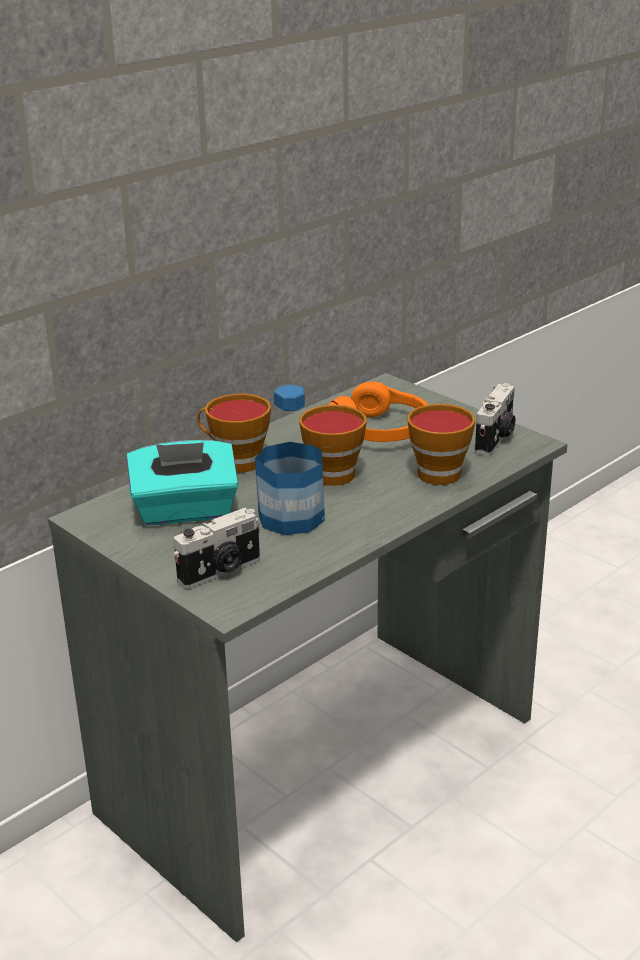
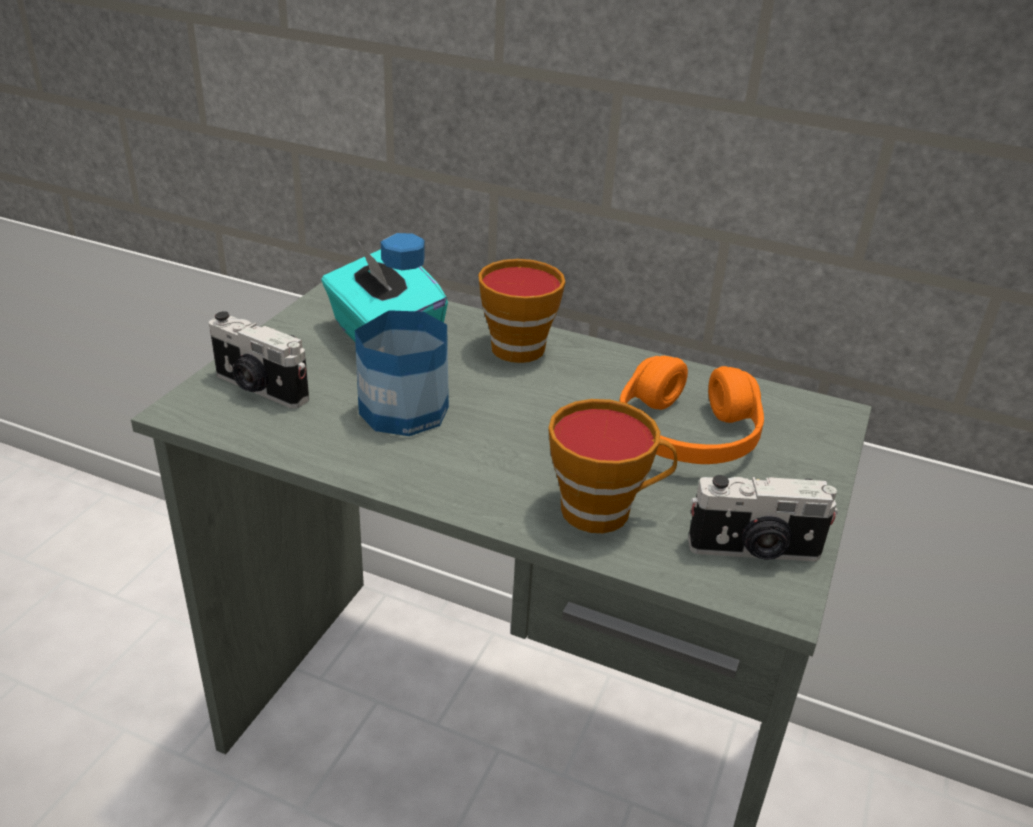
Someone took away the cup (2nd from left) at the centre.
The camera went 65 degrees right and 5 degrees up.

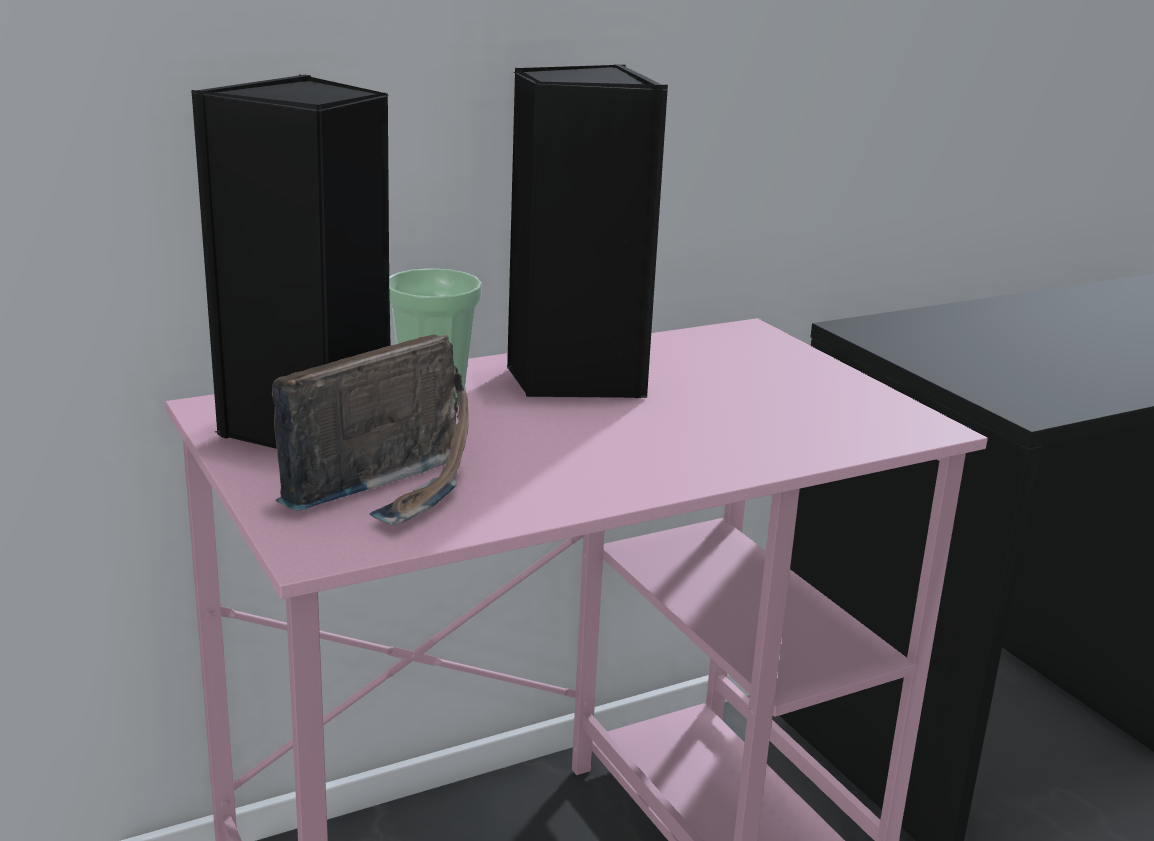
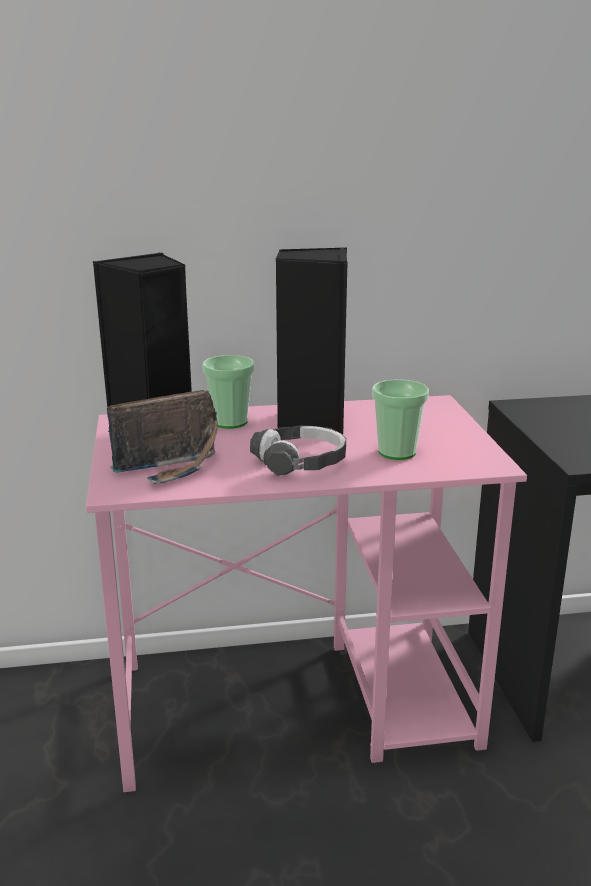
Someone put down the cup (2nd from left) at the middle right.
Someone put down the headphones at the centre.
The camera went 20 degrees right and 0 degrees up.

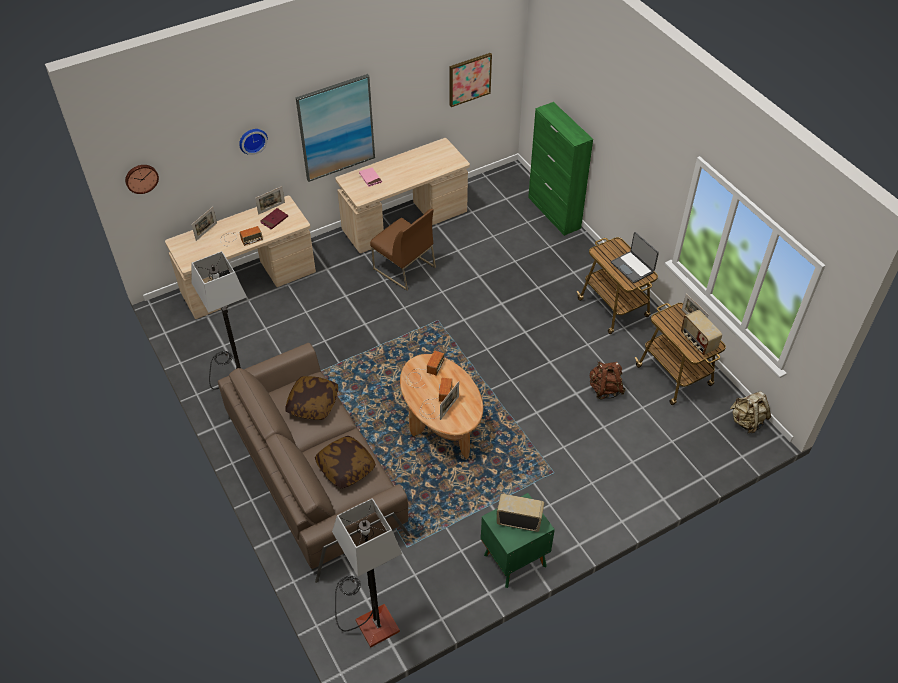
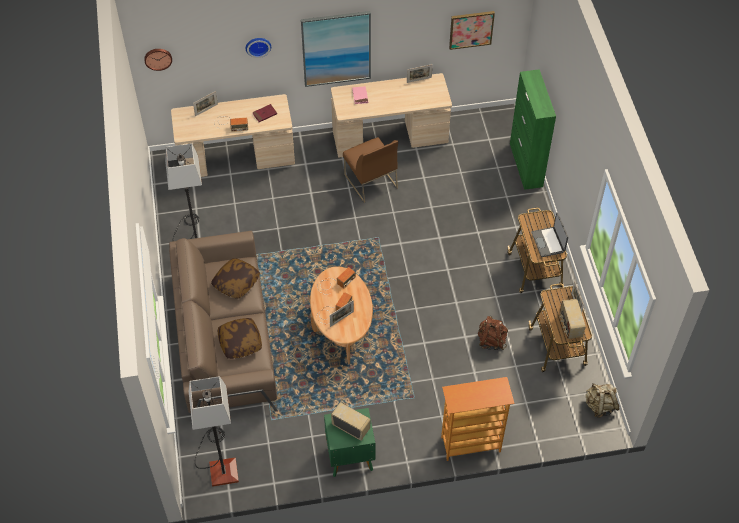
Someone carried the standing frame (2nd from left in the first image) from the top left to the top centre.
Someone put down the bookcase at the bottom centre.
The camera went 20 degrees right and 5 degrees up.

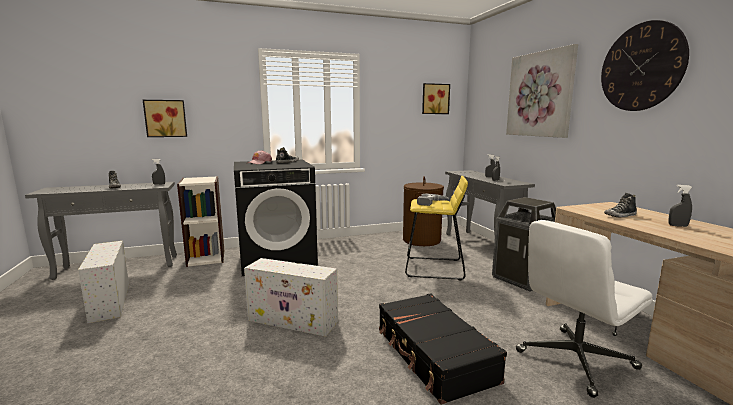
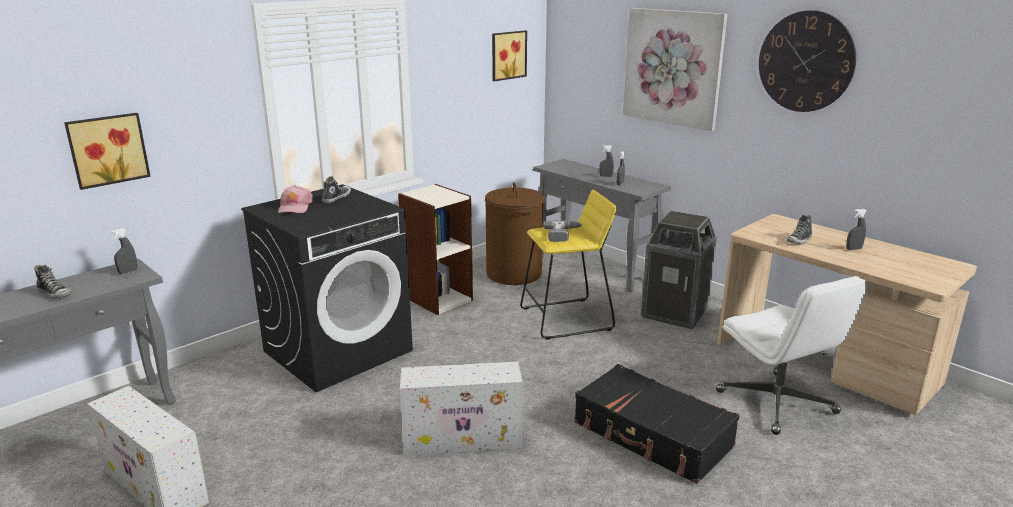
Someone carried the bookcase from the middle left to the centre.
Someone rotated the white computer chair at the bottom right by 60 degrees counterclockwise.
The camera went 25 degrees left and 10 degrees up.

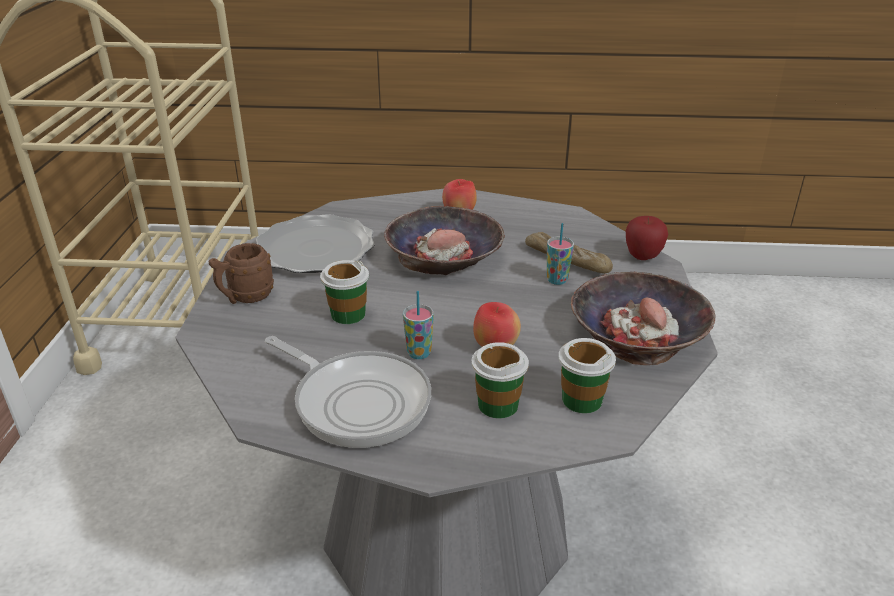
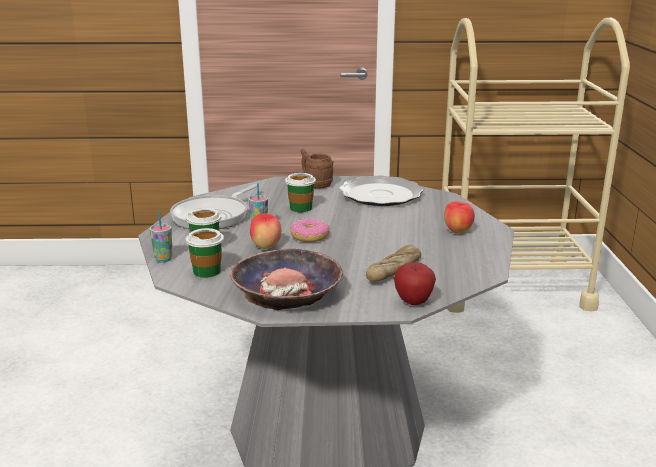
Someone took away the deep dish (1st from left) at the centre.
Someone carried the cup (4th from left in the first image) from the centre to the middle left.
Someone put down the ring doughnut at the centre.
The camera went 85 degrees right and 10 degrees down.

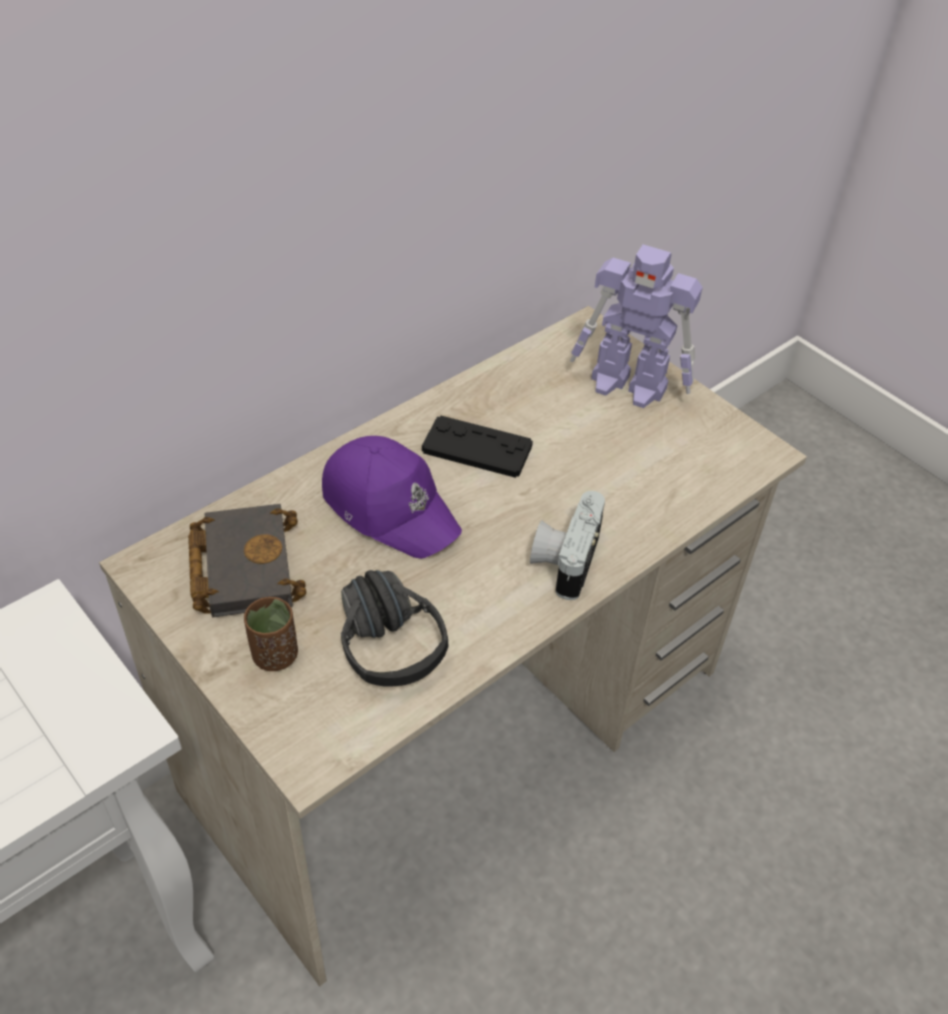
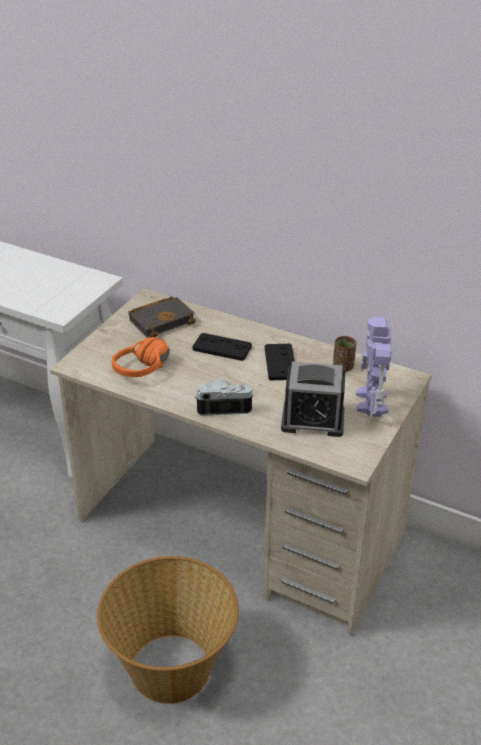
Someone swapped the purplish peaked cap at the centre for the black-coloured gamepad (1st from left) at the centre.
Someone repainted the black-coloured headphones at the centre, which became the orangey headphones at the middle left.
Someone carried the brownish cup from the middle left to the middle right.
Someone put down the bedside clock at the centre.
Someone put down the household basket at the bottom centre.
The camera went 70 degrees right and 10 degrees down.

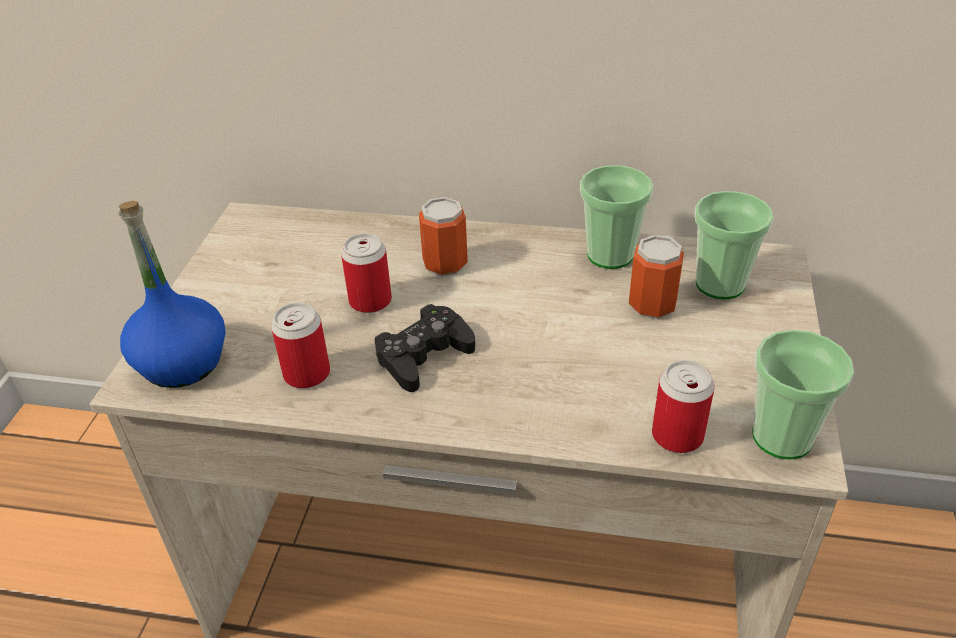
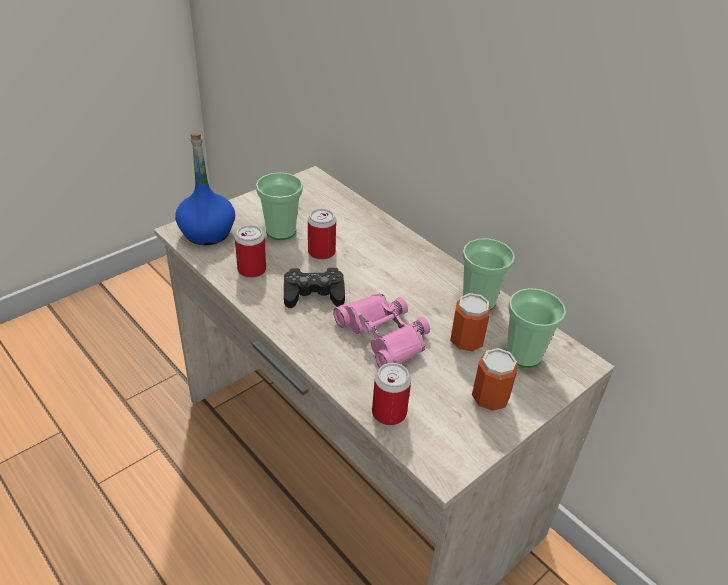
Someone carried the metal can (3rd from left in the first image) from the centre to the middle right.
Someone carried the cup (3rd from left in the first image) from the middle right to the centre.
Someone put down the pink binoculars at the centre.
The camera went 35 degrees right and 0 degrees up.

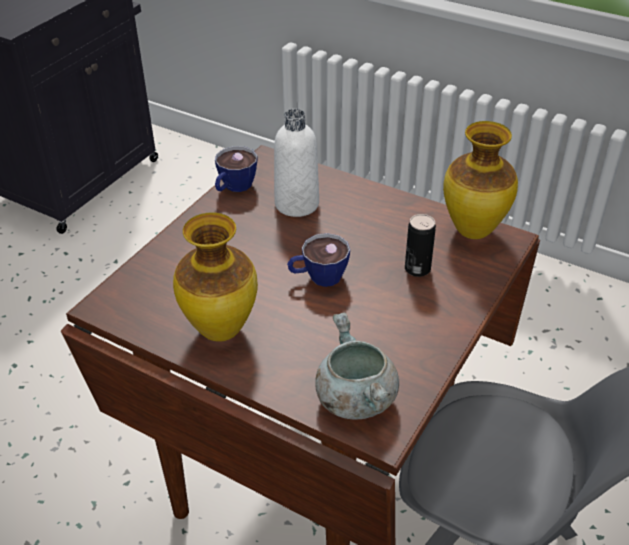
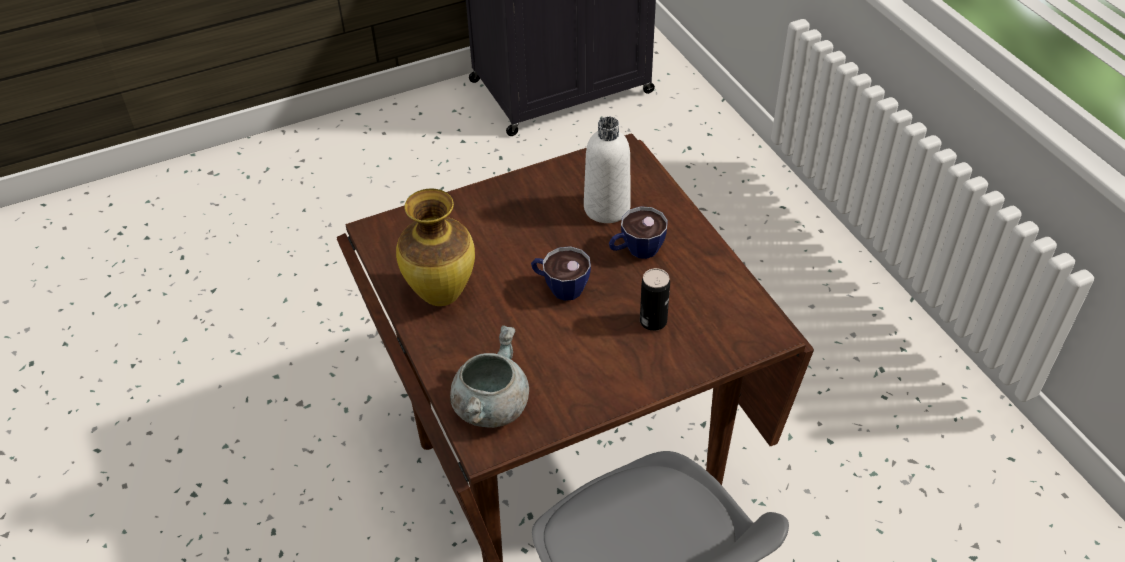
Someone took away the decorative vase (2nd from left) at the top right.
Someone carried the cup (1st from left in the first image) from the top centre to the centre.
The camera went 35 degrees right and 5 degrees up.

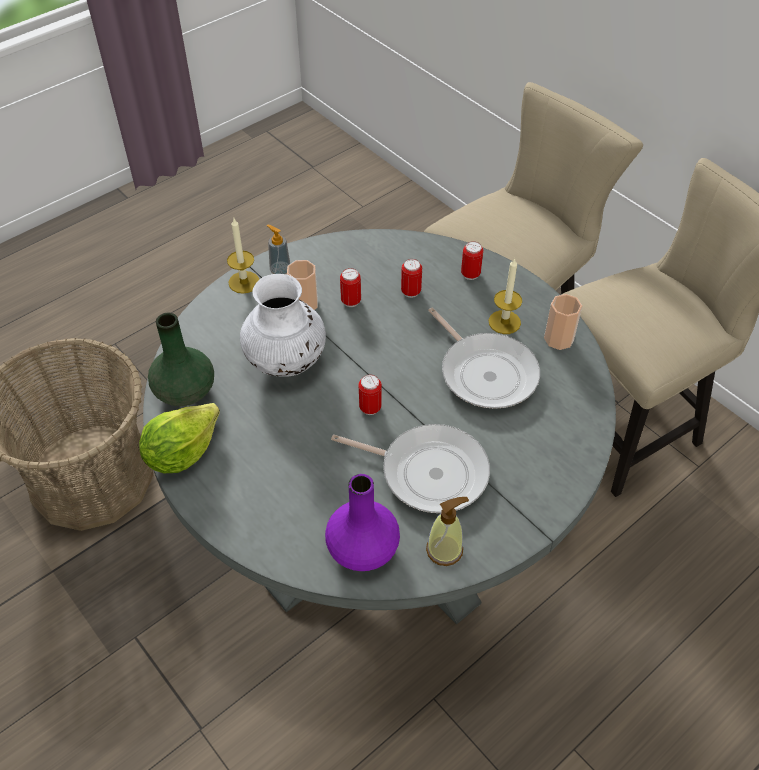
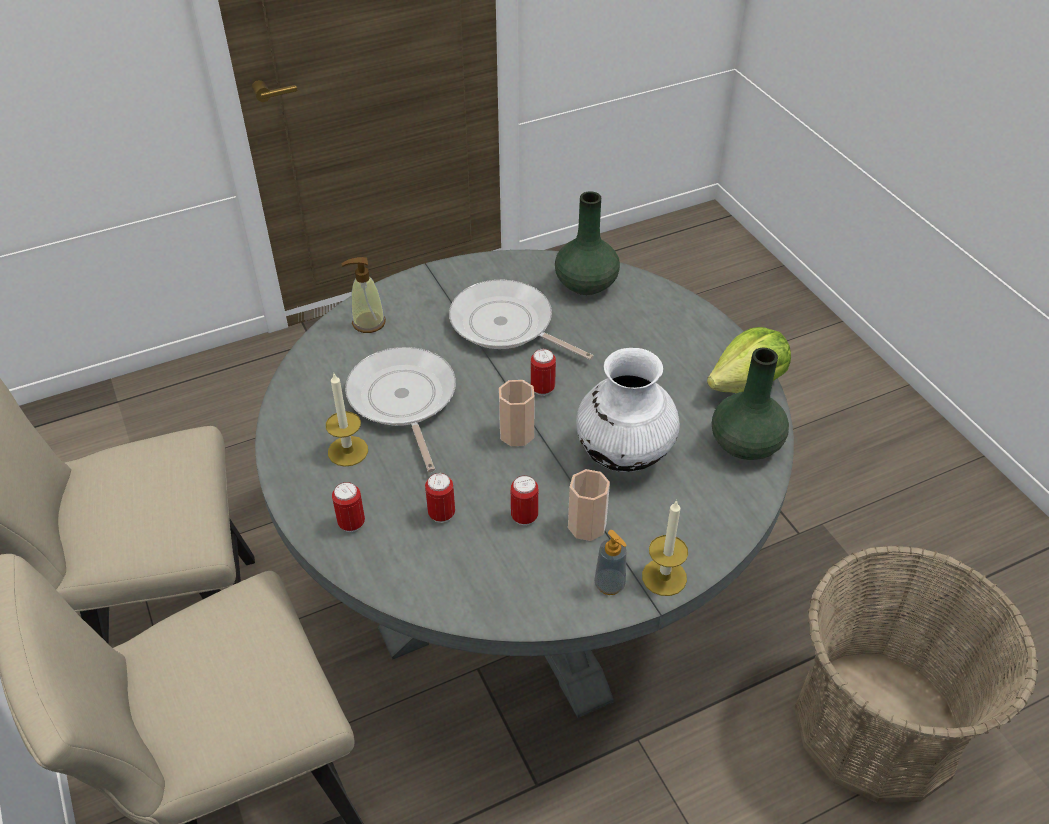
Someone carried the cup (2nd from left in the first image) from the middle right to the centre.
Someone repainted the purplish decorative vase at the bottom centre, which became the green decorative vase (1st from left) at the top centre.
Someone carried the soap dispenser (2nd from left in the first image) from the bottom centre to the centre.
The camera went 165 degrees left and 5 degrees down.

